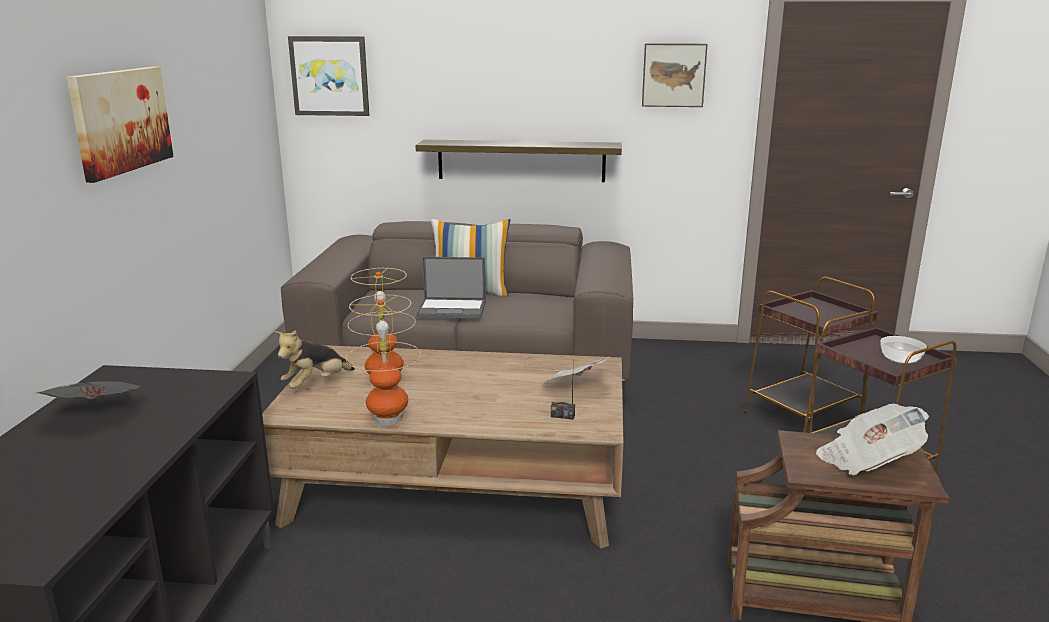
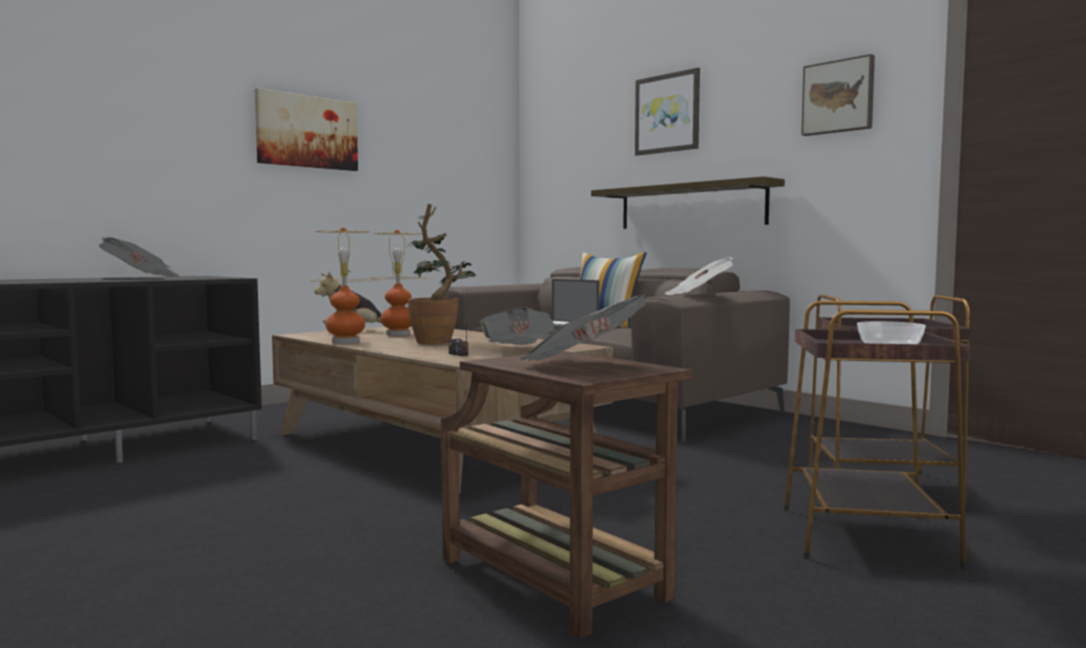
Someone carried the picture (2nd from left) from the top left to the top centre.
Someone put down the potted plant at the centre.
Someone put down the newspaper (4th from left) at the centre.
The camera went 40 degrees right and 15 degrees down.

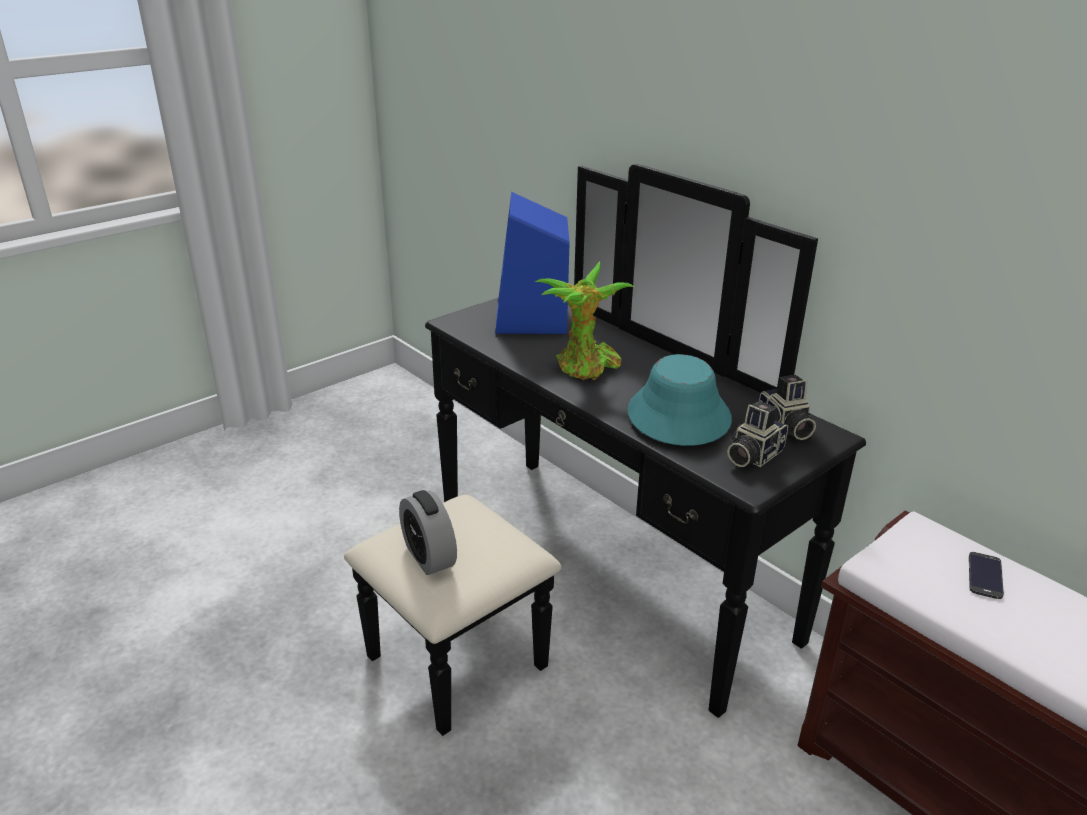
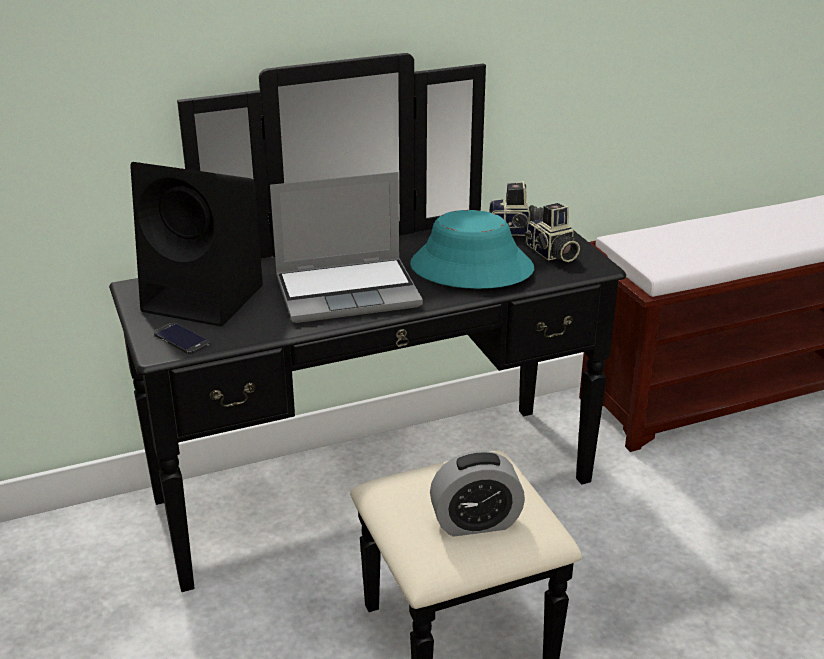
Someone repainted the bluish loudspeaker at the top centre, which became the black-coloured loudspeaker at the middle left.
Someone swapped the potted plant at the centre for the notebook computer at the centre.
Someone carried the phone from the bottom right to the middle left.
The camera went 70 degrees left and 0 degrees up.

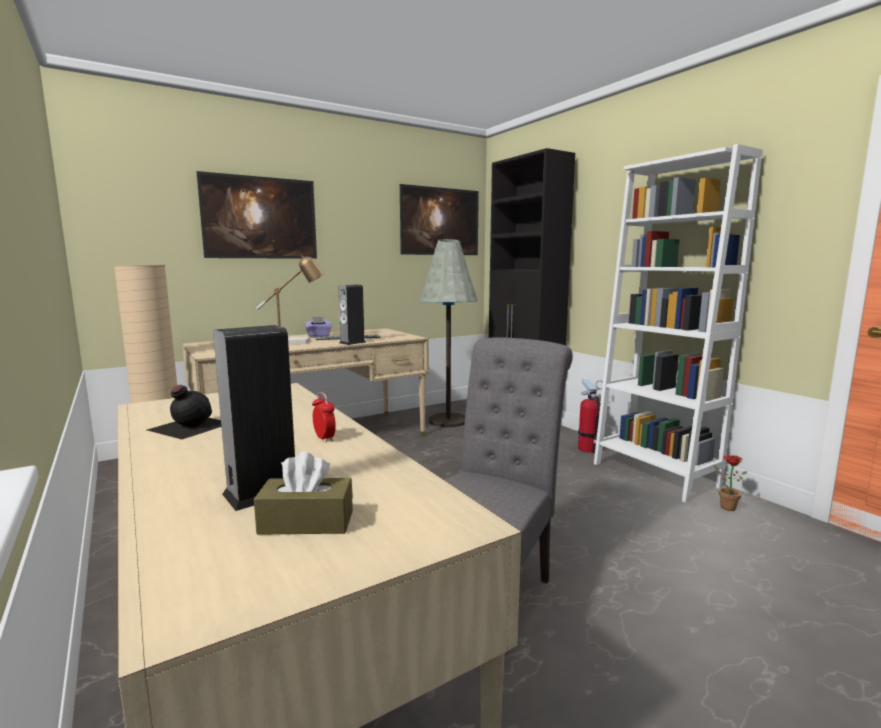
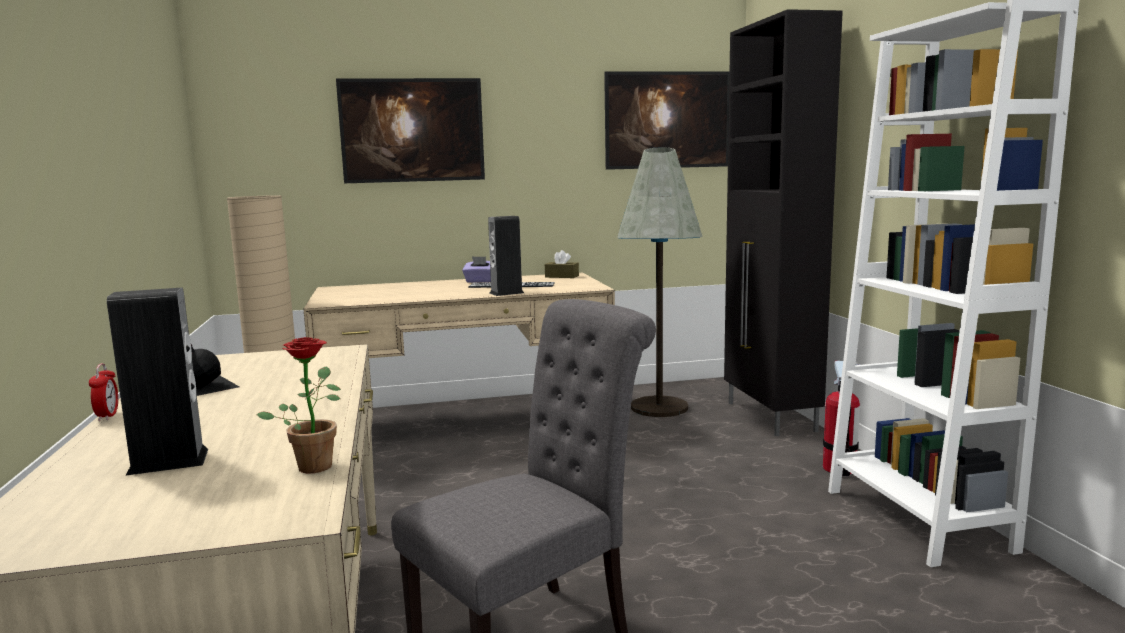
Someone took away the tabletop lamp at the middle left.
Someone carried the bedside clock from the centre to the middle left.
Someone carried the brownish box of tissues from the bottom centre to the centre.
Someone carried the potted plant from the middle right to the middle left.
The camera went 20 degrees right and 0 degrees up.

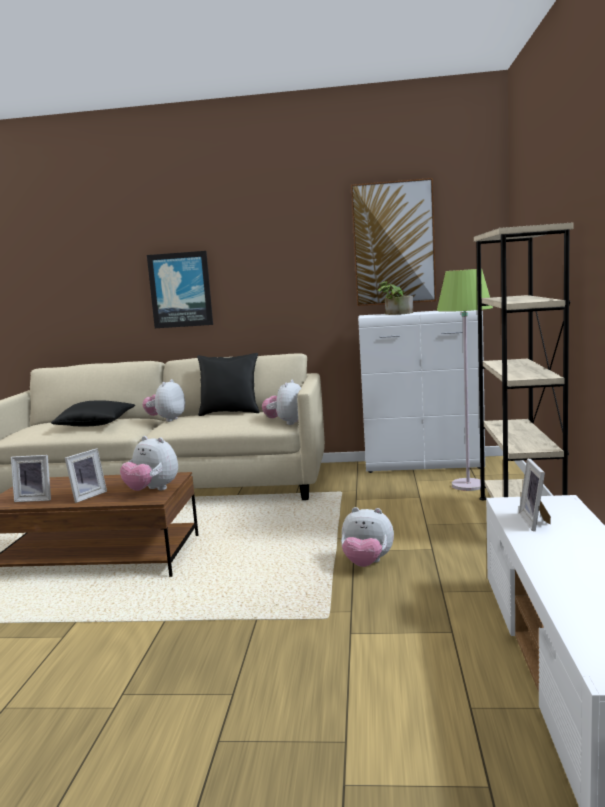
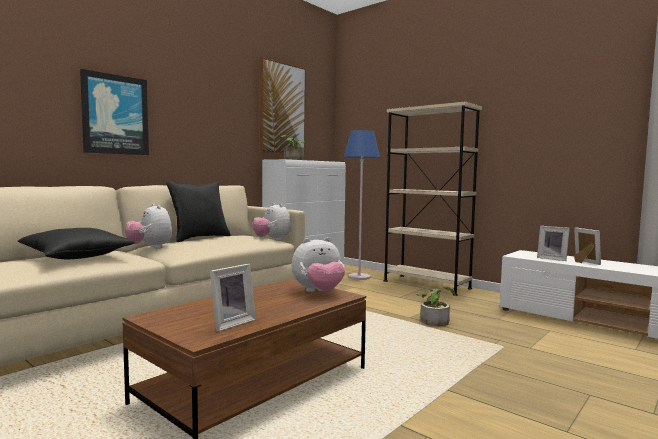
Someone repainted the green standard lamp at the middle right, which became the bluish standard lamp at the centre.
Someone carried the standing frame (2nd from left in the first image) from the middle left to the middle right.
Someone swapped the soft toy (4th from left) at the centre for the potted plant (2nd from left) at the bottom centre.
The camera went 55 degrees left and 5 degrees down.

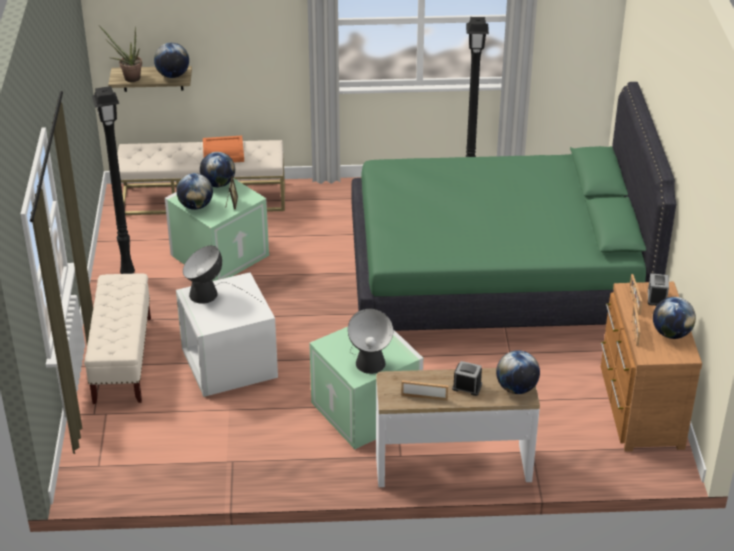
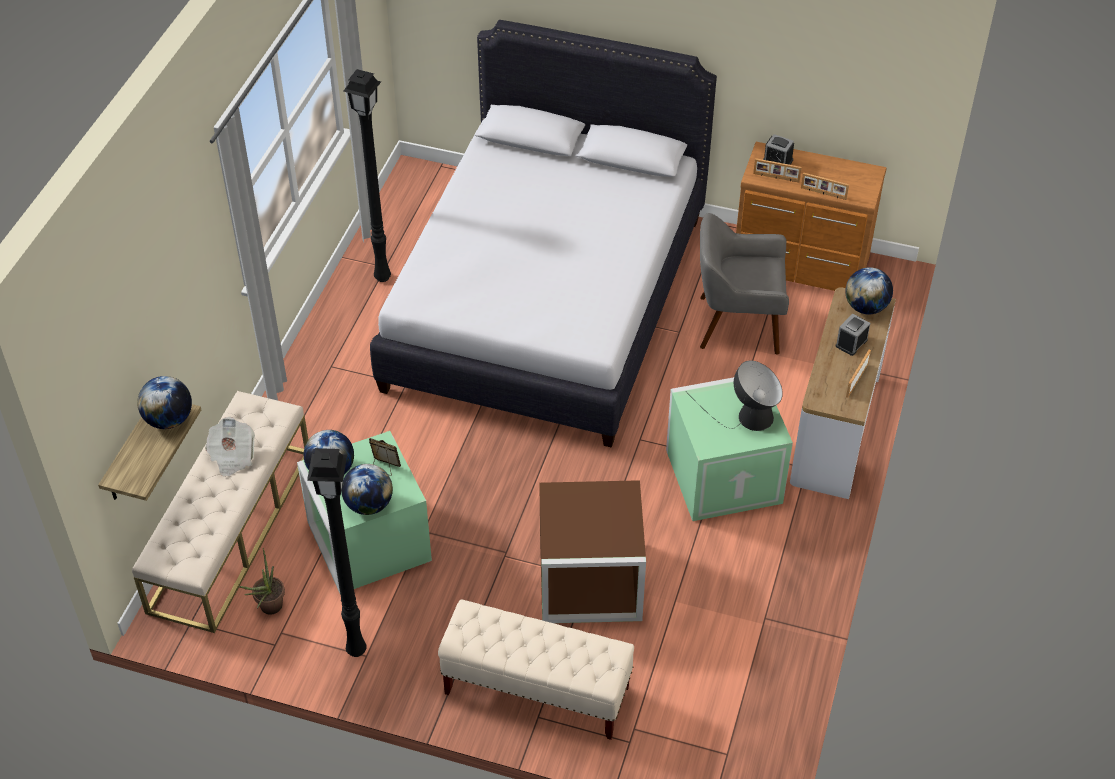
Someone carried the potted plant from the top left to the bottom left.
Someone repainted the green sleeping bed at the middle right, which became the white sleeping bed at the top centre.
Someone swapped the orangey serving tray at the top left for the newspaper at the middle left.
Someone took away the tabletop lamp (1st from left) at the middle left.
Someone repainted the white storage container at the middle left, which became the brownish storage container at the bottom centre.
Someone took away the globe (5th from left) at the middle right.
Someone put down the grey armchair at the middle right.
The camera went 70 degrees left and 10 degrees up.

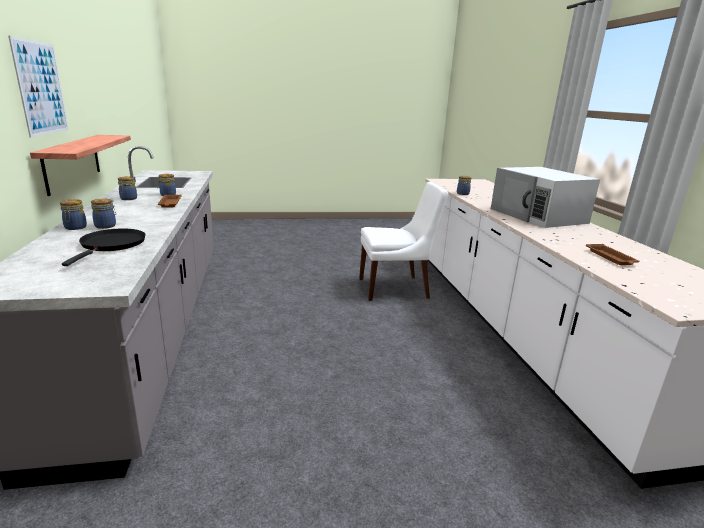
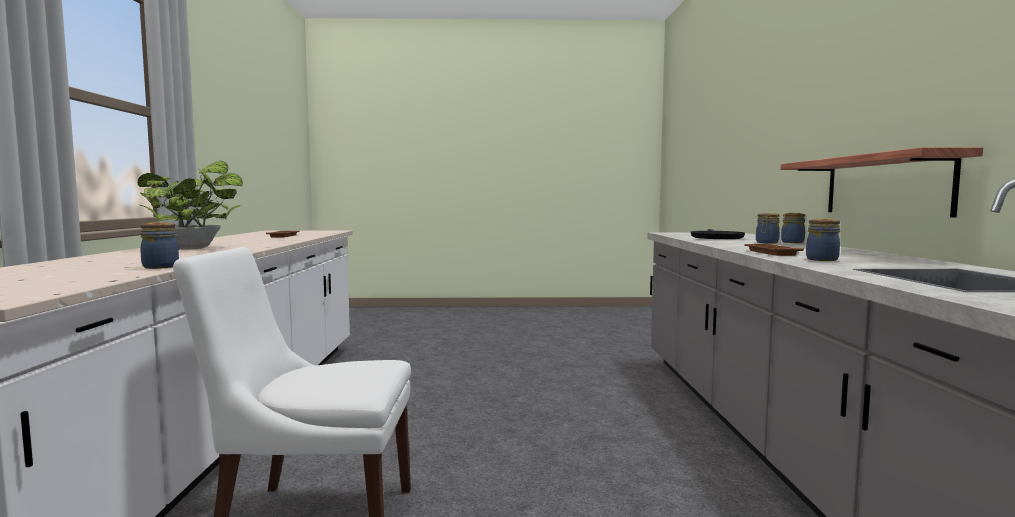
Someone took away the picture at the top left.
Someone swapped the white microwave oven at the middle right for the potted plant at the middle left.
Someone took away the storage jar (3rd from left) at the middle left.
The camera went 170 degrees left and 15 degrees down.

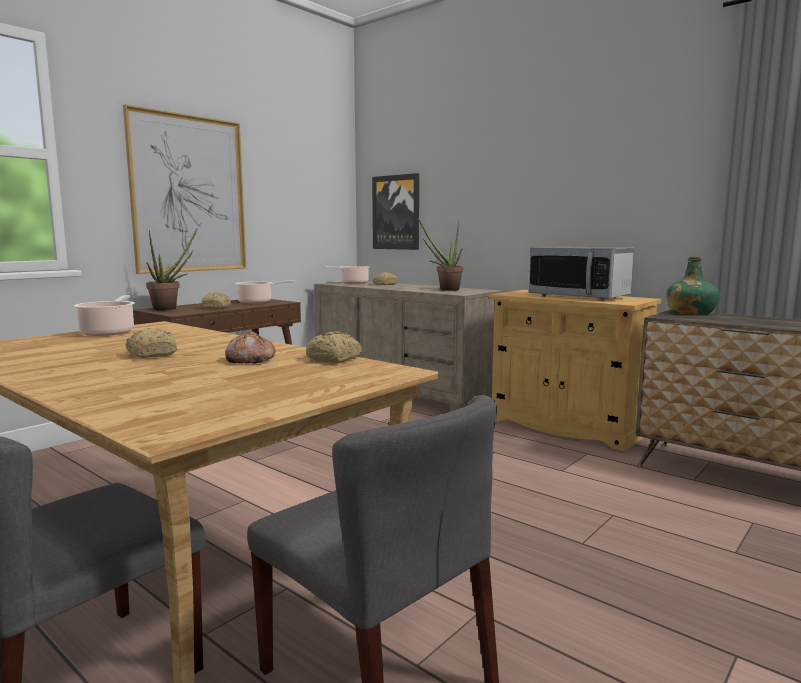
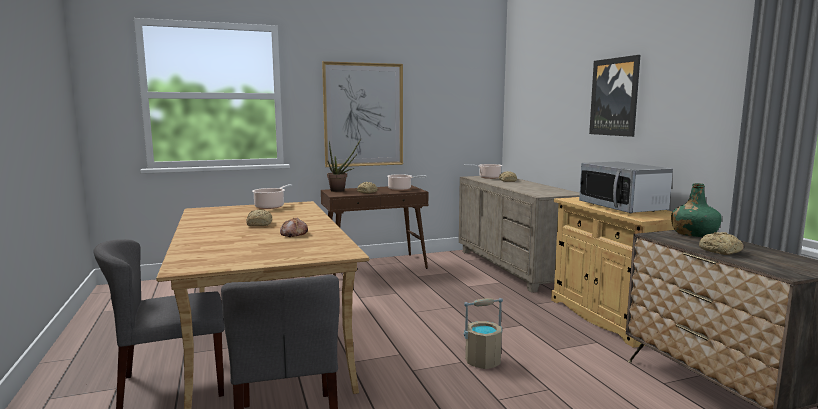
Someone carried the picture (2nd from left) from the top centre to the top right.
Someone took away the potted plant (2nd from left) at the centre.
Someone carried the baked bread (4th from left in the first image) from the centre to the middle right.
Someone put down the beige-coloured pail at the bottom centre.
The camera went 30 degrees right and 0 degrees up.

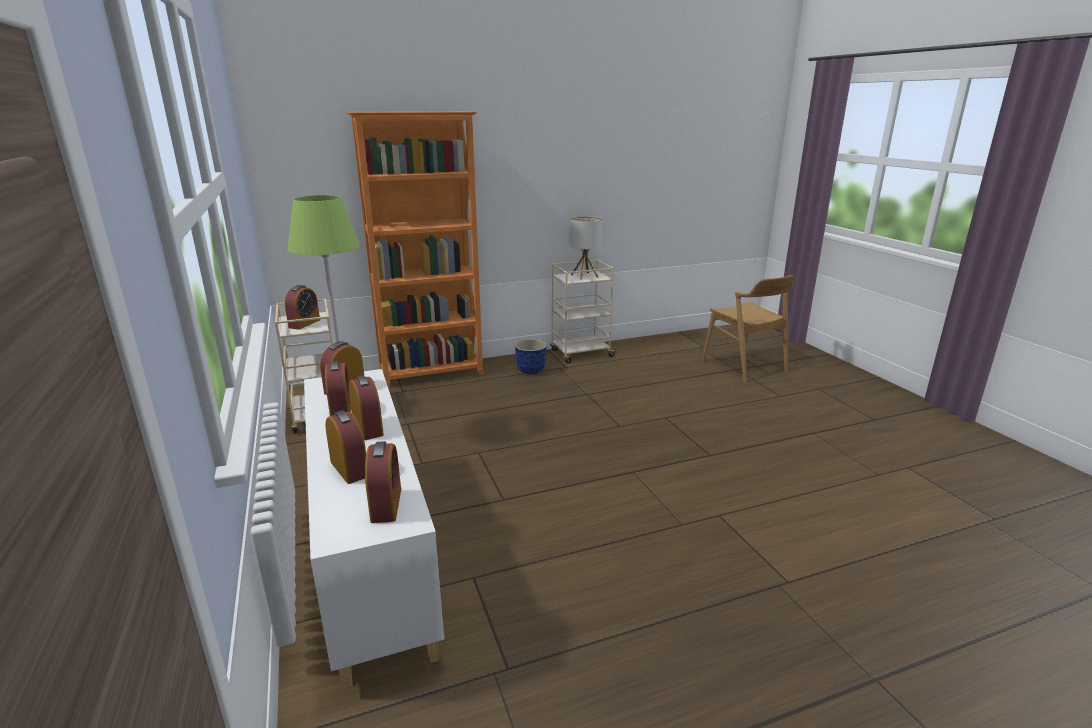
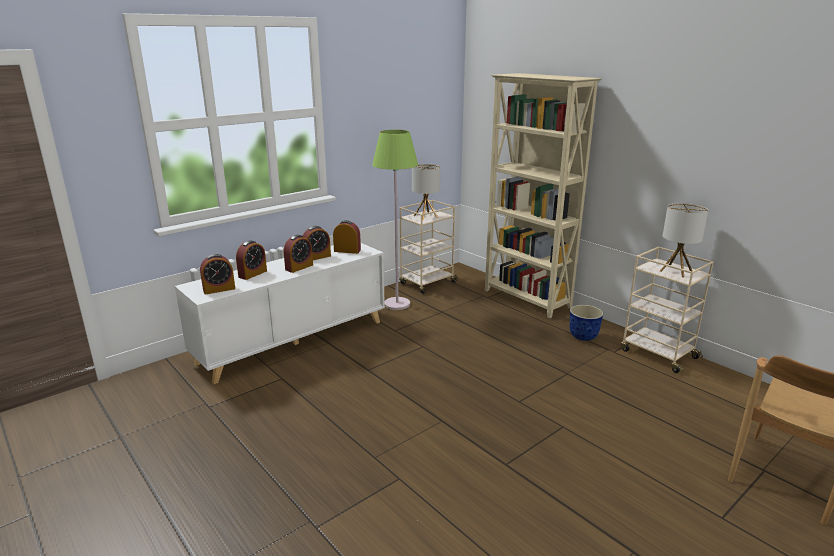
Someone repainted the orangey bookcase at the centre, which became the beige-coloured bookcase at the centre.
Someone swapped the bedside clock (1st from left) at the middle left for the tabletop lamp (1st from left) at the centre.
The camera went 70 degrees right and 0 degrees up.

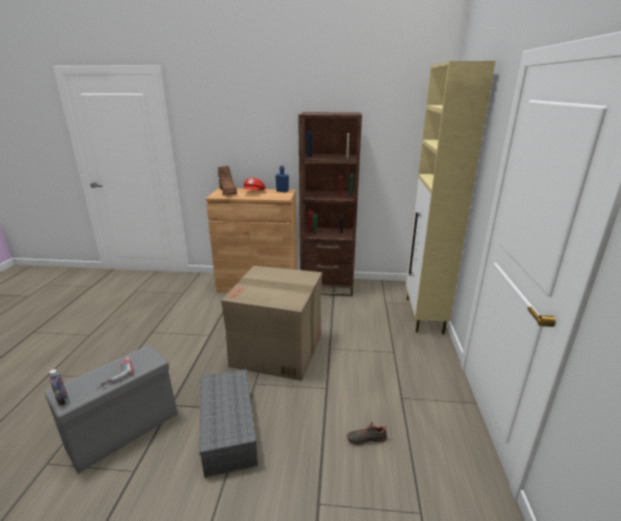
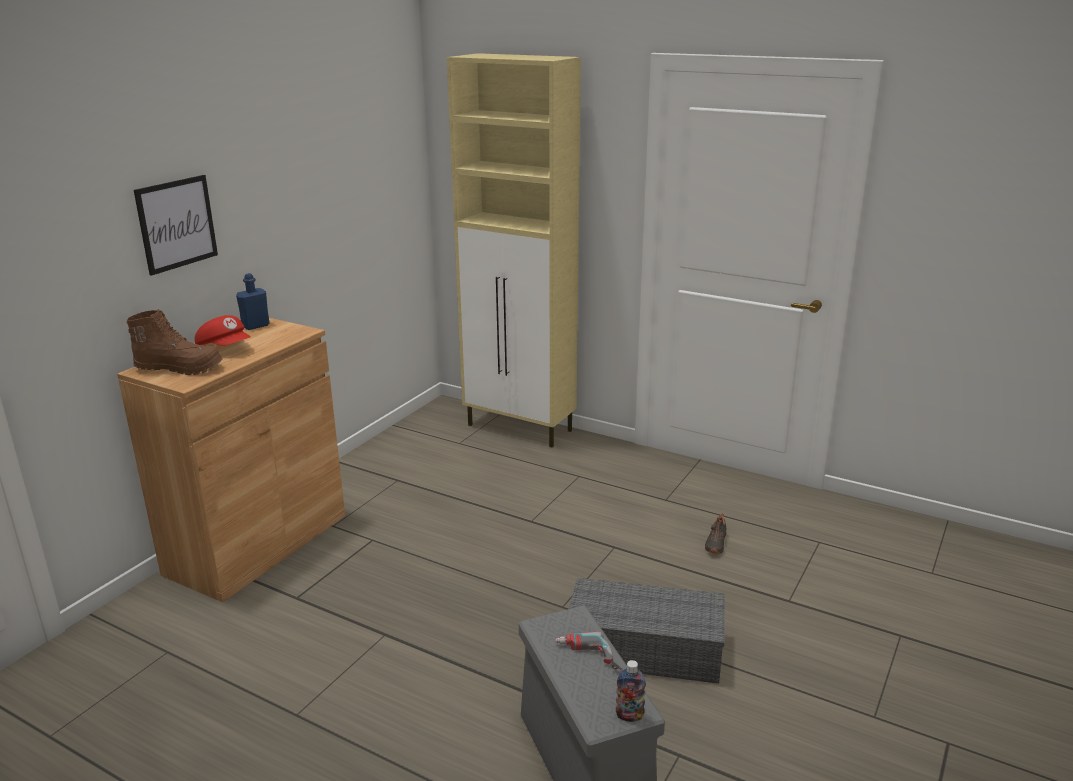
Someone took away the brownish bookcase at the centre.
Someone took away the carton at the centre.
Someone put up the picture at the top left.
The camera went 65 degrees left and 0 degrees up.

